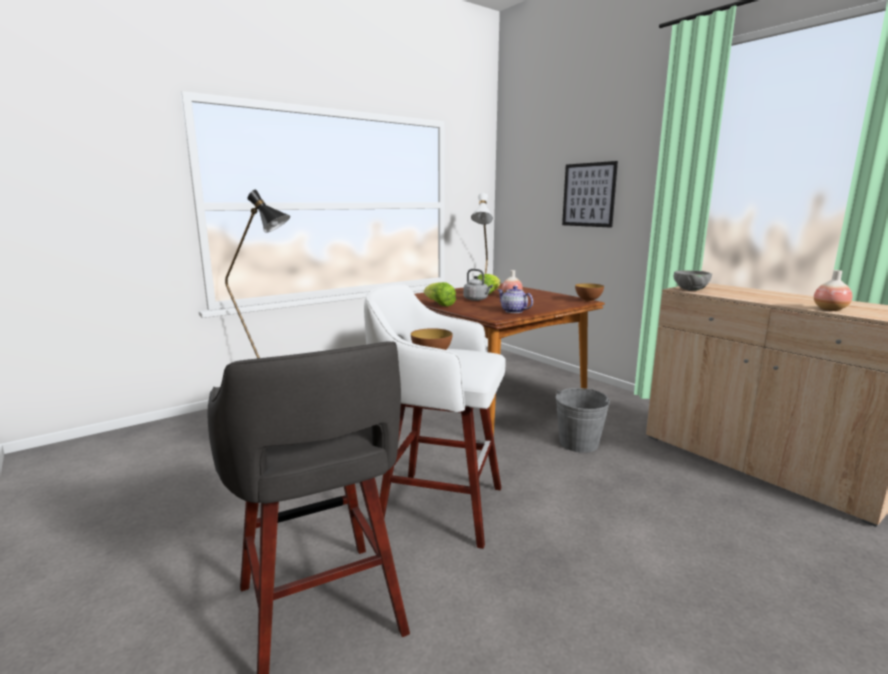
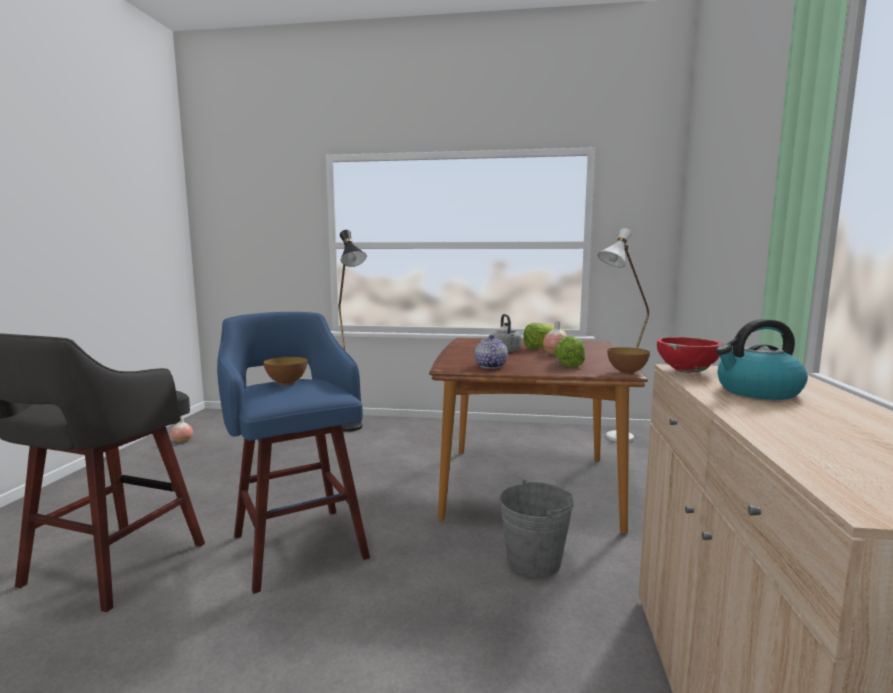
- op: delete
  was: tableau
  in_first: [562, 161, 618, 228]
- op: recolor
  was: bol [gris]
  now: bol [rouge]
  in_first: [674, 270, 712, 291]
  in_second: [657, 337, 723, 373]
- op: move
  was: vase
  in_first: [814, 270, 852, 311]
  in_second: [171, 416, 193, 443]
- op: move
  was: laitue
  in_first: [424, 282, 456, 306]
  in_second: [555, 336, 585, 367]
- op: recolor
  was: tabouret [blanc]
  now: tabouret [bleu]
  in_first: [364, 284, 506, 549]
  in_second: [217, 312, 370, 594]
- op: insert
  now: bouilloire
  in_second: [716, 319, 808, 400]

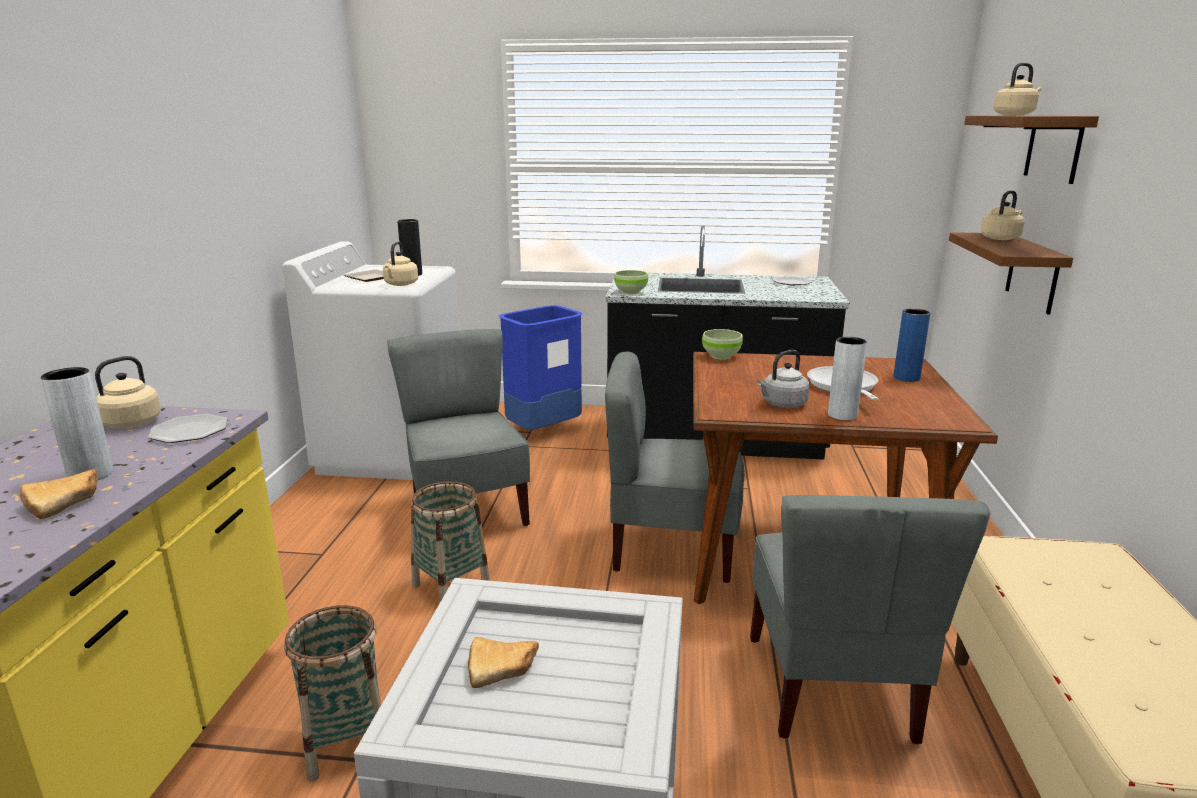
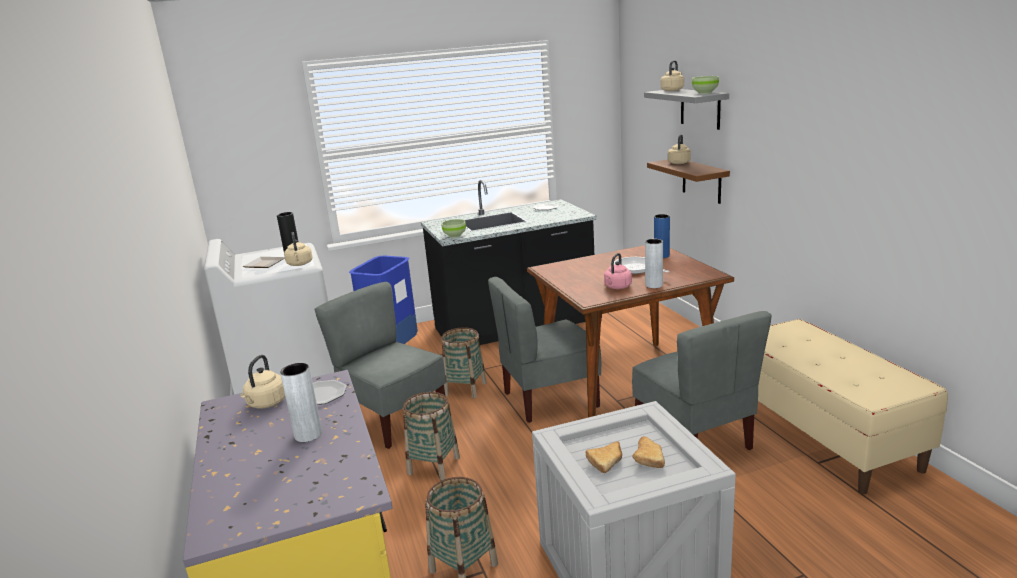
- op: recolor
  was: étagère [marron]
  now: étagère [gris]
  in_first: [964, 116, 1099, 184]
  in_second: [644, 89, 729, 130]
- op: move
  was: bol [vert]
  in_first: [702, 329, 743, 360]
  in_second: [692, 76, 719, 94]
- op: recolor
  was: bouilloire [gris]
  now: bouilloire [rose]
  in_first: [757, 350, 810, 408]
  in_second: [604, 253, 632, 289]
- op: move
  was: pain
  in_first: [20, 469, 98, 519]
  in_second: [633, 436, 665, 468]
- op: insert
  now: panier
  in_second: [441, 327, 487, 399]

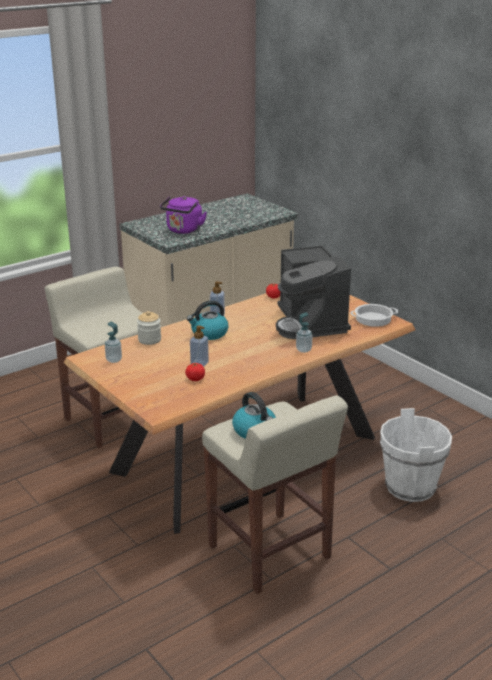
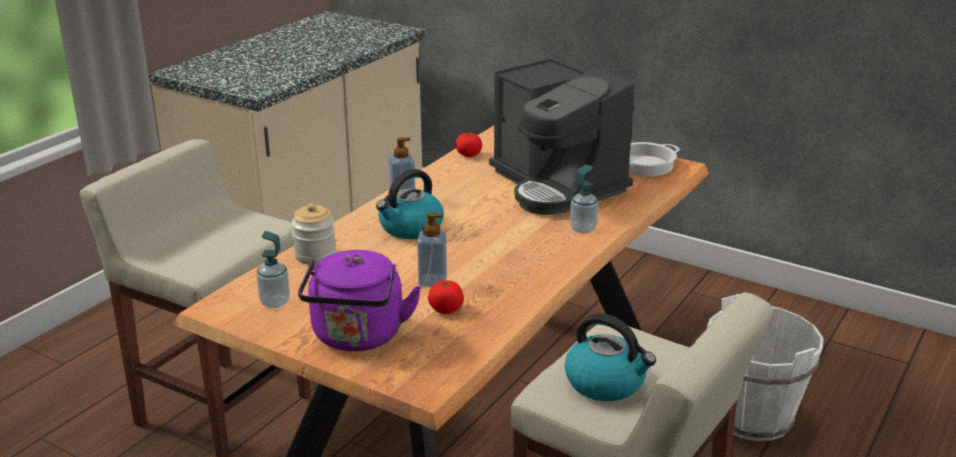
- op: move
  was: bouilloire [violet]
  in_first: [160, 196, 207, 234]
  in_second: [298, 250, 422, 351]

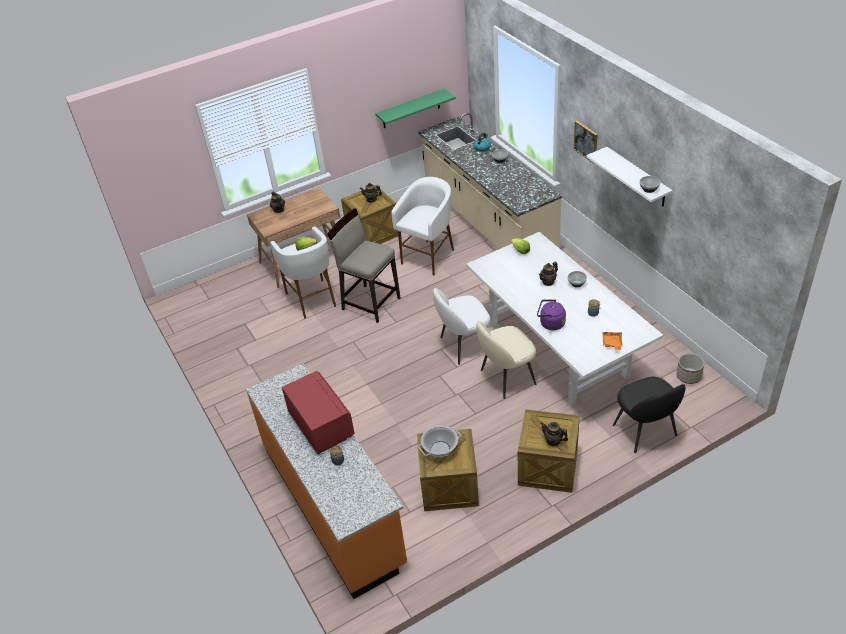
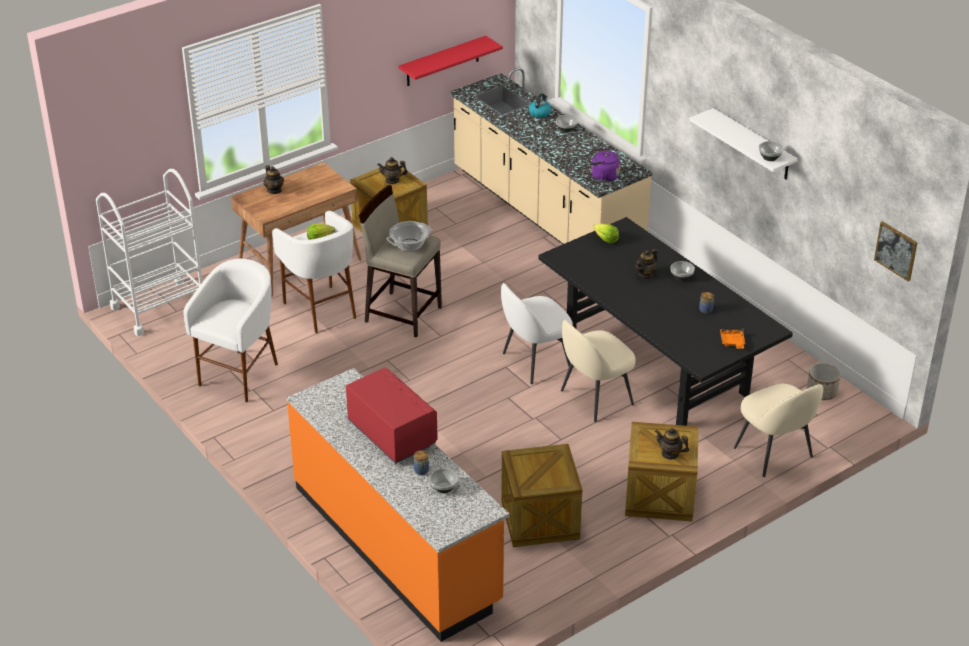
- op: recolor
  was: étagère [vert]
  now: étagère [rouge]
  in_first: [375, 89, 456, 128]
  in_second: [399, 36, 503, 86]
- op: move
  was: tableau
  in_first: [574, 121, 598, 163]
  in_second: [874, 221, 918, 281]
- op: move
  was: tabouret [blanc]
  in_first: [391, 177, 454, 276]
  in_second: [183, 259, 278, 402]
- op: recolor
  was: table à manger [blanc]
  now: table à manger [noir]
  in_first: [466, 232, 663, 408]
  in_second: [538, 217, 793, 426]
- op: move
  was: bouilloire [violet]
  in_first: [537, 300, 566, 330]
  in_second: [589, 148, 620, 182]
- op: recolor
  was: chaise [noir]
  now: chaise [beige]
  in_first: [613, 377, 685, 453]
  in_second: [734, 384, 823, 477]
- op: move
  was: marmite
  in_first: [418, 425, 461, 457]
  in_second: [387, 221, 432, 251]
- op: insert
  now: chariot [blanc]
  in_second: [96, 169, 202, 336]
- op: insert
  now: bol
  in_second: [429, 468, 458, 493]

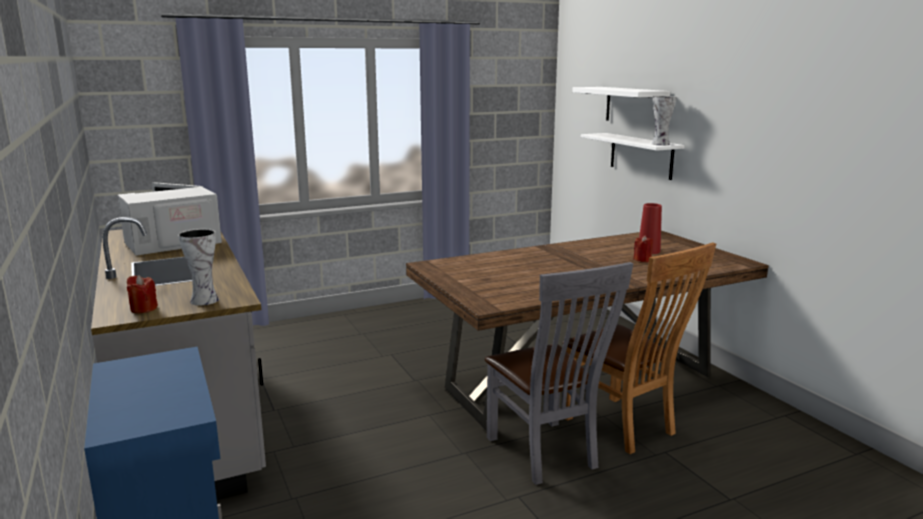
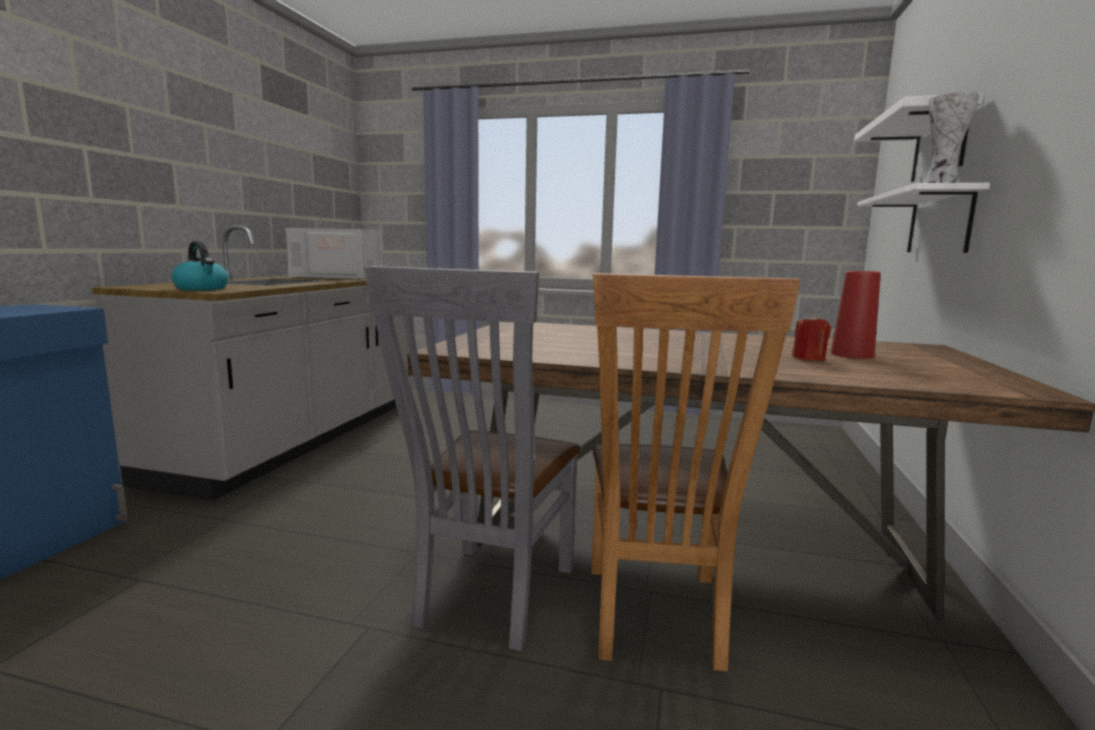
- op: replace
  was: vase
  now: bouilloire
  in_first: [178, 229, 219, 305]
  in_second: [171, 241, 229, 290]
- op: delete
  was: bougie [rouge]
  in_first: [127, 275, 158, 313]

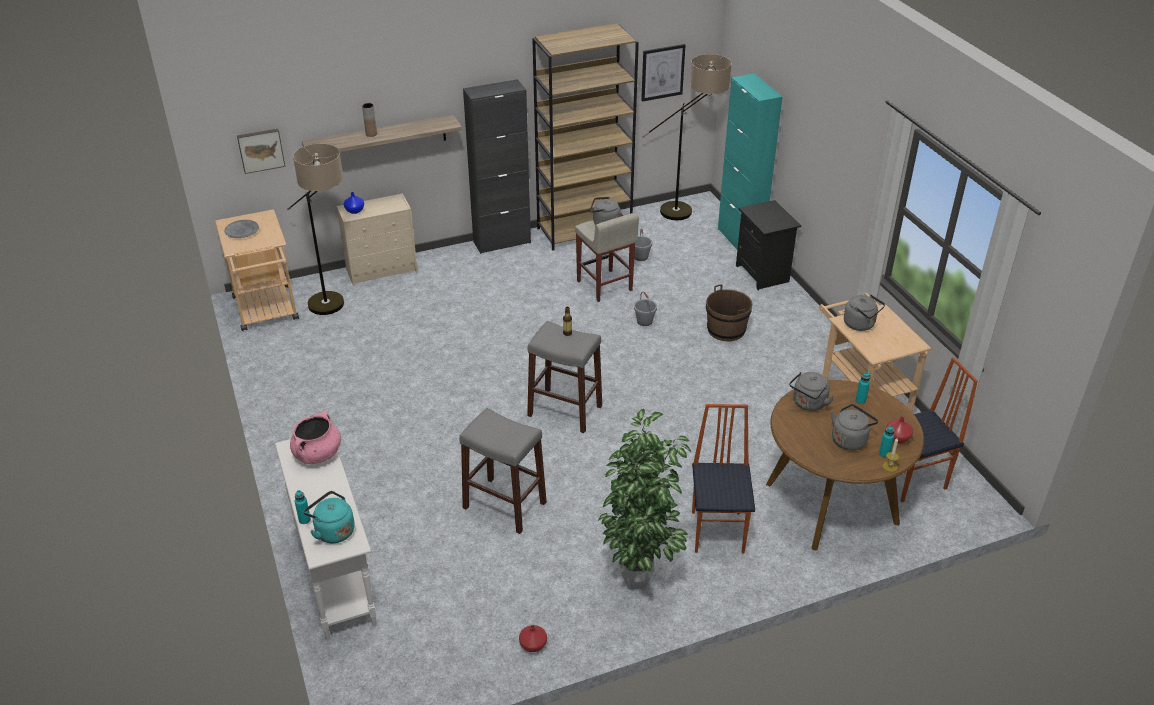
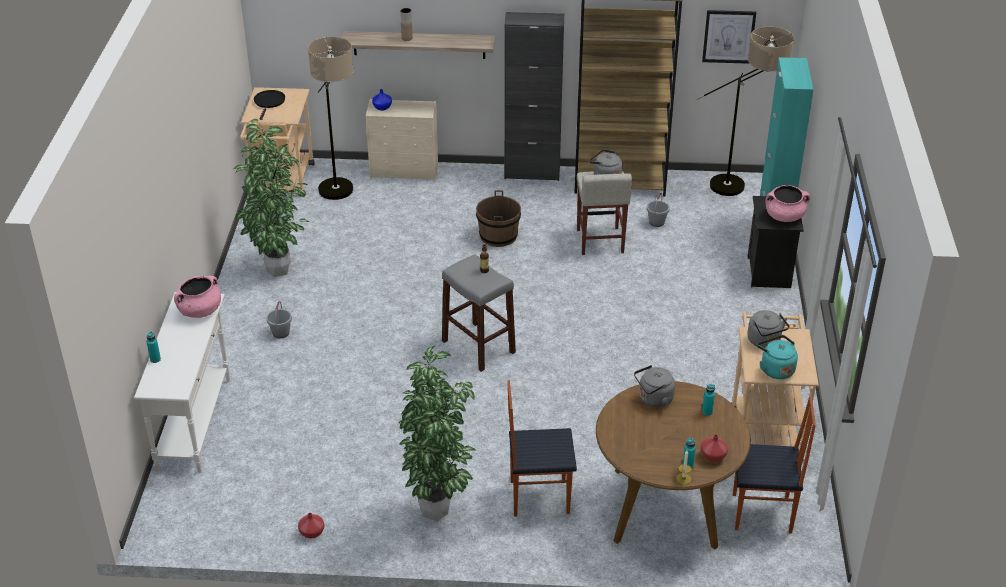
- op: delete
  was: tableau
  in_first: [237, 129, 285, 174]
- op: replace
  was: assiette [gris]
  now: poêle [noir]
  in_first: [225, 220, 259, 238]
  in_second: [254, 90, 285, 120]
- op: move
  was: seau [marron]
  in_first: [706, 284, 753, 341]
  in_second: [476, 190, 521, 247]
- op: move
  was: seau [gris]
  in_first: [634, 292, 657, 326]
  in_second: [266, 301, 292, 339]
- op: rotate
  was: chaise
  in_first: [692, 404, 755, 554]
  in_second: [507, 380, 577, 517]
  clockwise: -120
- op: delete
  was: bouilloire [gris]
  in_first: [831, 404, 878, 450]
- op: delete
  was: tabouret [gris]
  in_first: [459, 408, 547, 534]
- op: move
  was: bouilloire [turquoise]
  in_first: [304, 491, 355, 543]
  in_second: [757, 335, 798, 379]
- op: insert
  now: plante en pot
  in_second: [233, 119, 309, 277]
- op: insert
  now: marmite [rose]
  in_second: [766, 185, 810, 222]

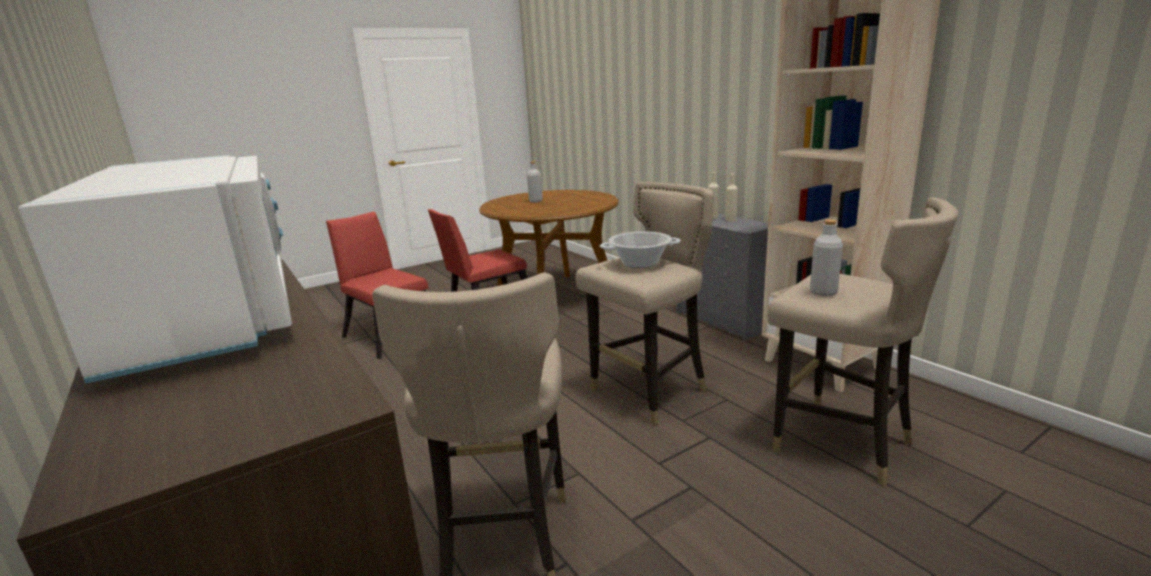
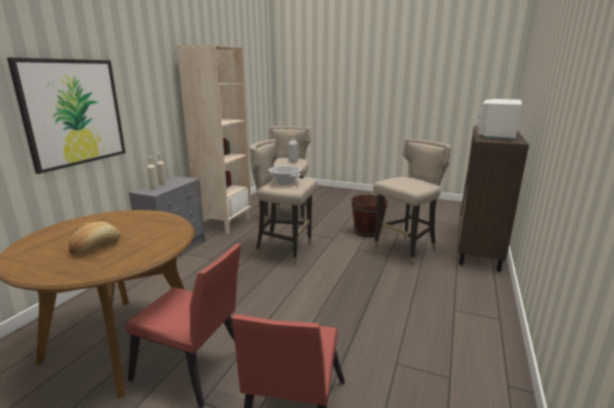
- op: replace
  was: bouteille [gris]
  now: pain
  in_first: [527, 161, 543, 203]
  in_second: [69, 222, 120, 256]
- op: insert
  now: tableau
  in_second: [7, 58, 126, 174]
- op: insert
  now: seau [marron]
  in_second: [351, 195, 388, 237]

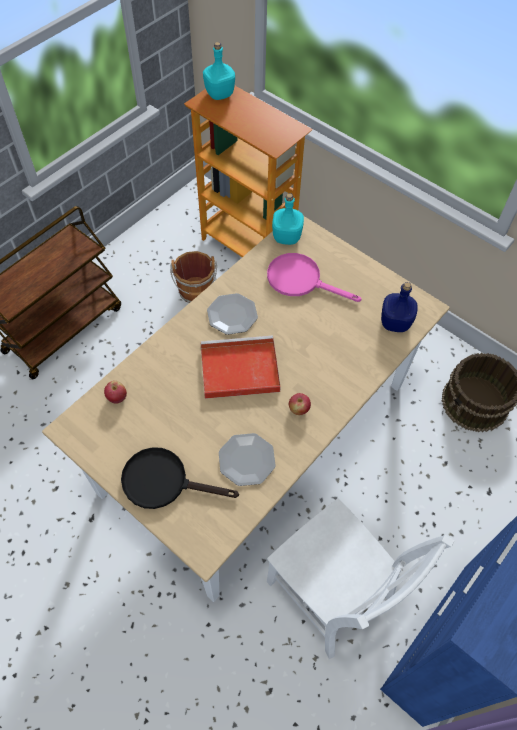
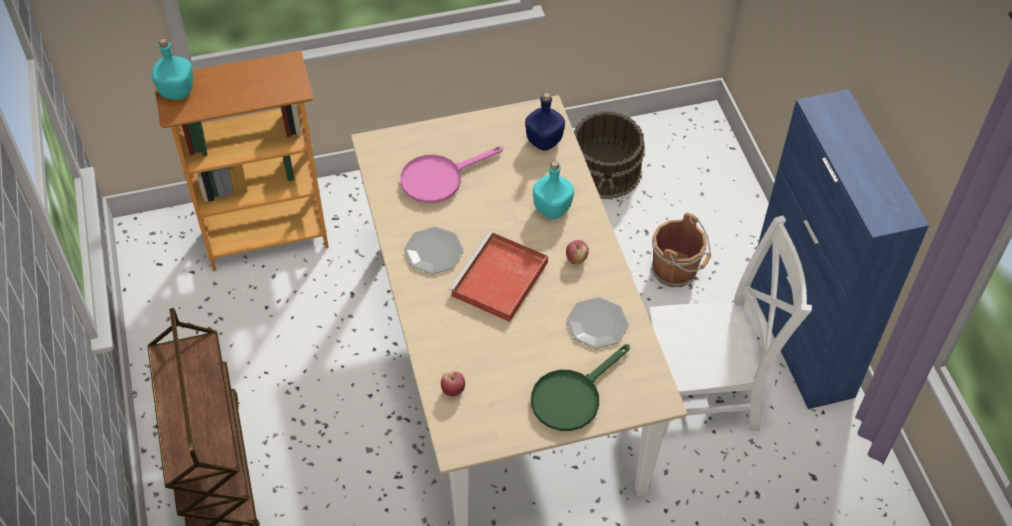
- op: move
  was: bouteille [turquoise]
  in_first: [272, 193, 304, 245]
  in_second: [533, 161, 574, 219]
- op: move
  was: seau [marron]
  in_first: [170, 251, 217, 303]
  in_second: [651, 213, 711, 287]
- op: recolor
  was: poêle [noir]
  now: poêle [vert]
  in_first: [121, 447, 239, 509]
  in_second: [531, 344, 630, 431]

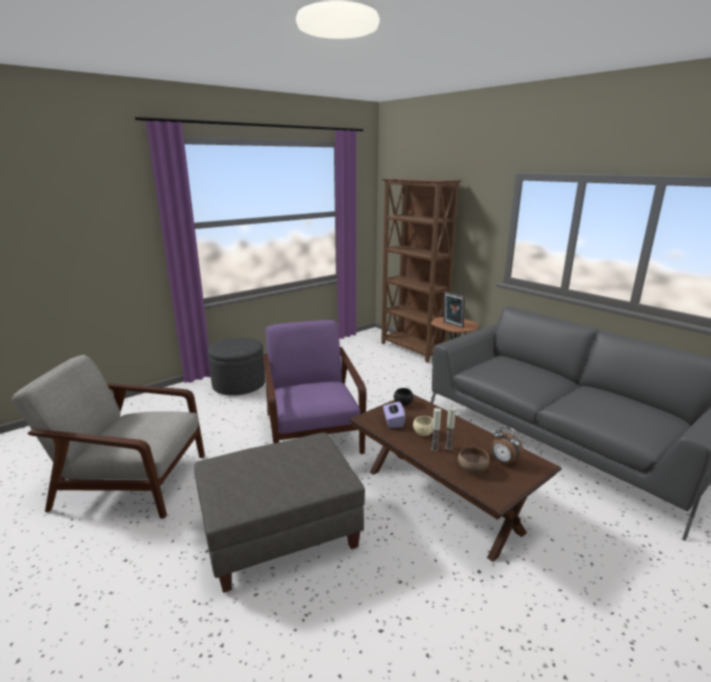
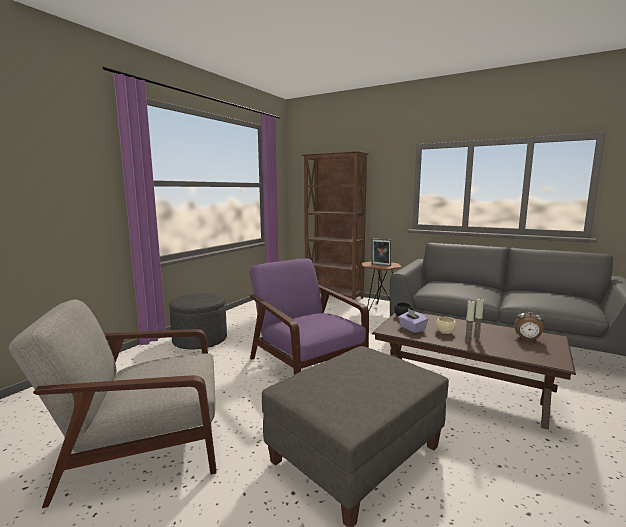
- op: delete
  was: bol [marron]
  in_first: [458, 447, 490, 473]

